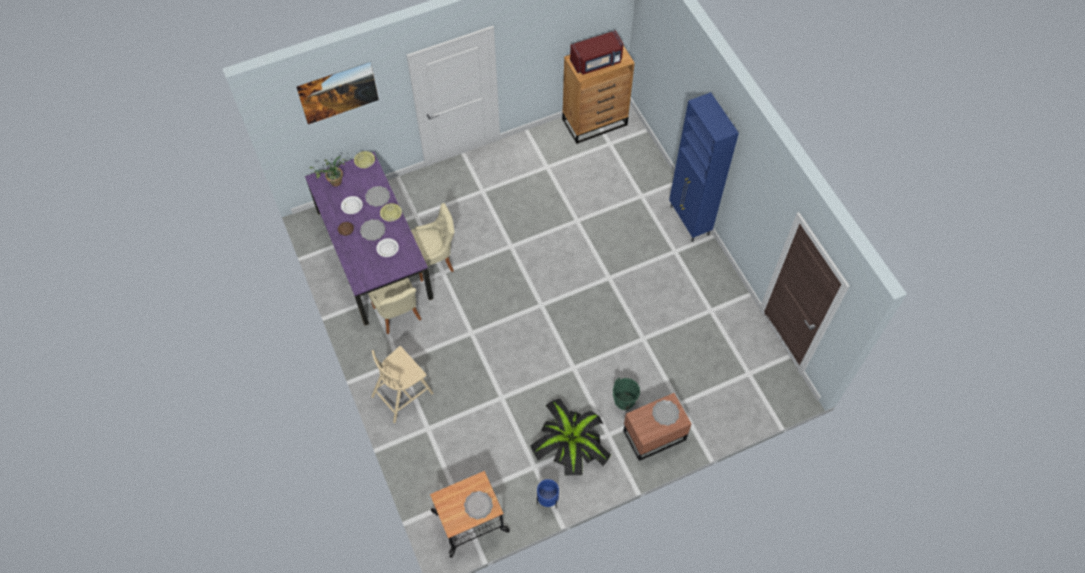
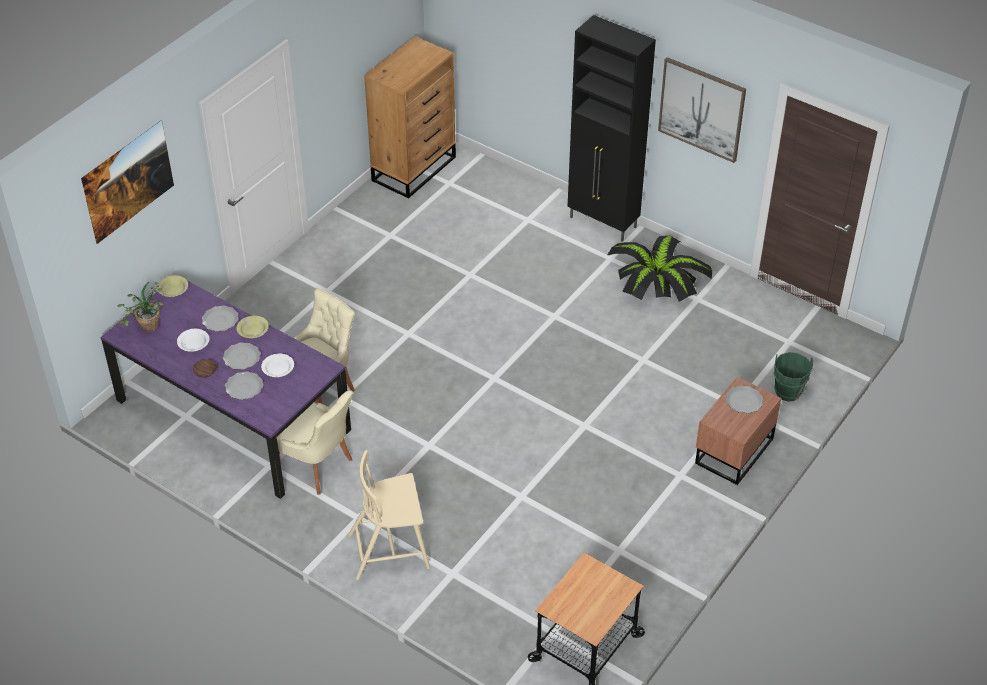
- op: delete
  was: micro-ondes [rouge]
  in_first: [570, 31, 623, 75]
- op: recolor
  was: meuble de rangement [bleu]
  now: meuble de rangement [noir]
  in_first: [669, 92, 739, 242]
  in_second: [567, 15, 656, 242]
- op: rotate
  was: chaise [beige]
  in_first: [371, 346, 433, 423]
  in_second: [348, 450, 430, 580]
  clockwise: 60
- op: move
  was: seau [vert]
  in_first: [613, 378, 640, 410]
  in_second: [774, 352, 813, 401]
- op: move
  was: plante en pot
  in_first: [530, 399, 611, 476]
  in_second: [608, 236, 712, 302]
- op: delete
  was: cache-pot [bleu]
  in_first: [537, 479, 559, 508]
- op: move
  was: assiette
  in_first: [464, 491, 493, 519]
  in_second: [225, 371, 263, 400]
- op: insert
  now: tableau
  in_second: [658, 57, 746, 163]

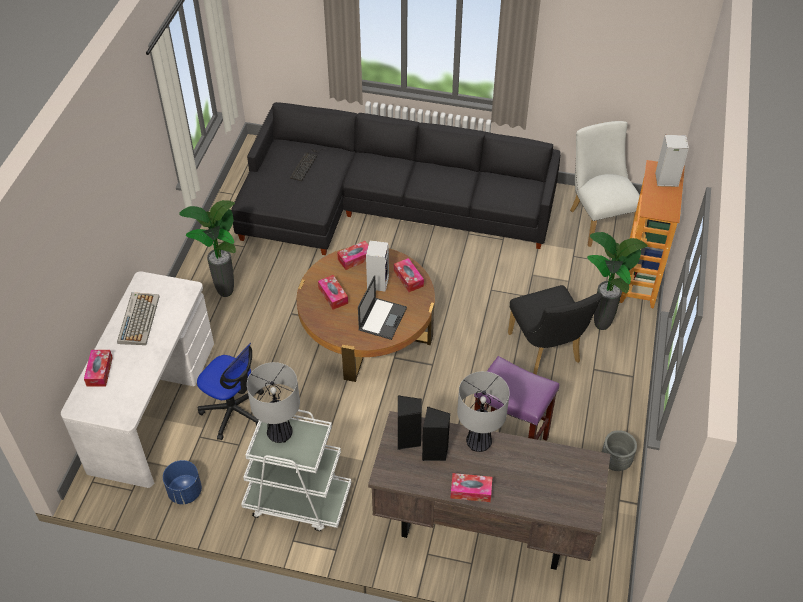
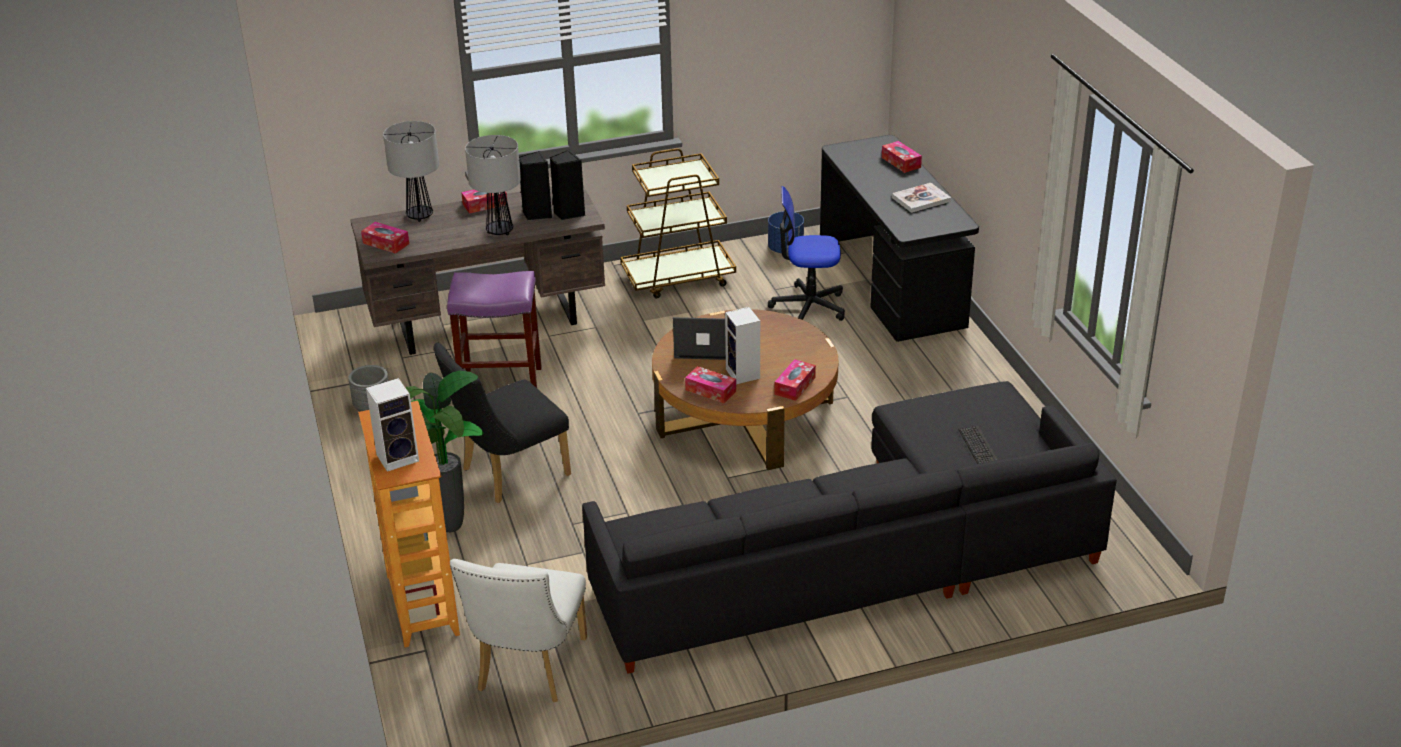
- op: rotate
  was: chaise [blanc]
  in_first: [570, 121, 640, 247]
  in_second: [450, 559, 587, 702]
  clockwise: 60
- op: delete
  was: plante en pot
  in_first: [179, 200, 236, 297]
- op: recolor
  was: bureau [blanc]
  now: bureau [noir]
  in_first: [61, 271, 214, 488]
  in_second: [820, 135, 979, 342]
- op: move
  was: boîte à mouchoirs
  in_first: [318, 275, 348, 310]
  in_second: [361, 222, 409, 254]
- op: rotate
  was: ordinateur portable
  in_first: [358, 275, 407, 340]
  in_second: [673, 317, 726, 360]
  clockwise: 105
- op: rotate
  was: chaise [noir]
  in_first: [508, 285, 603, 375]
  in_second: [433, 342, 571, 503]
  clockwise: -75
- op: replace
  was: clavier
  now: livre
  in_first: [117, 292, 160, 345]
  in_second: [892, 183, 951, 213]
- op: move
  was: lampe de table
  in_first: [247, 362, 300, 443]
  in_second: [383, 121, 439, 222]
- op: recolor
  was: chariot [blanc]
  now: chariot [marron]
  in_first: [241, 409, 351, 531]
  in_second: [620, 148, 736, 298]

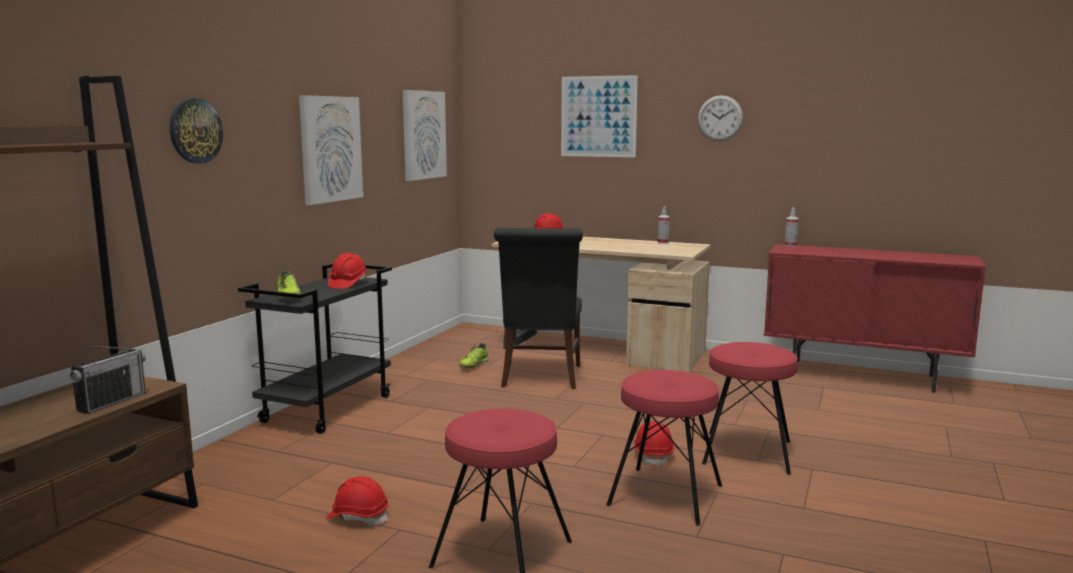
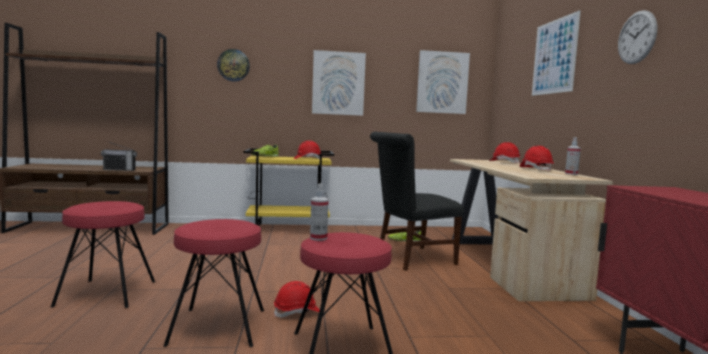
- op: move
  was: vaporisateur
  in_first: [784, 208, 799, 247]
  in_second: [310, 184, 329, 241]
- op: recolor
  was: chariot [noir]
  now: chariot [jaune]
  in_first: [238, 263, 392, 434]
  in_second: [244, 148, 334, 225]
- op: move
  was: casque de chantier [rouge]
  in_first: [326, 476, 389, 525]
  in_second: [520, 146, 554, 172]

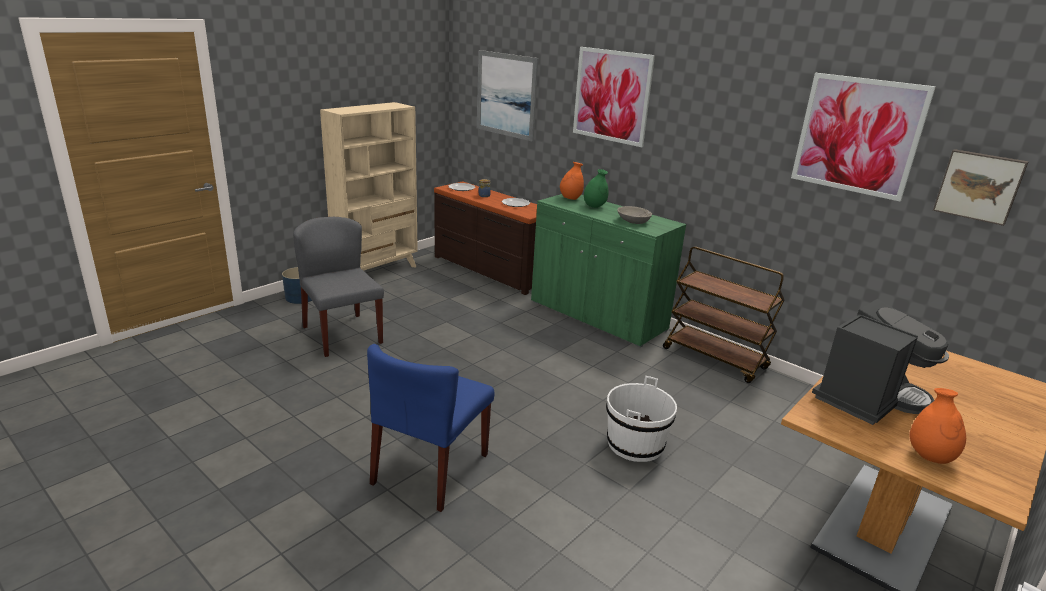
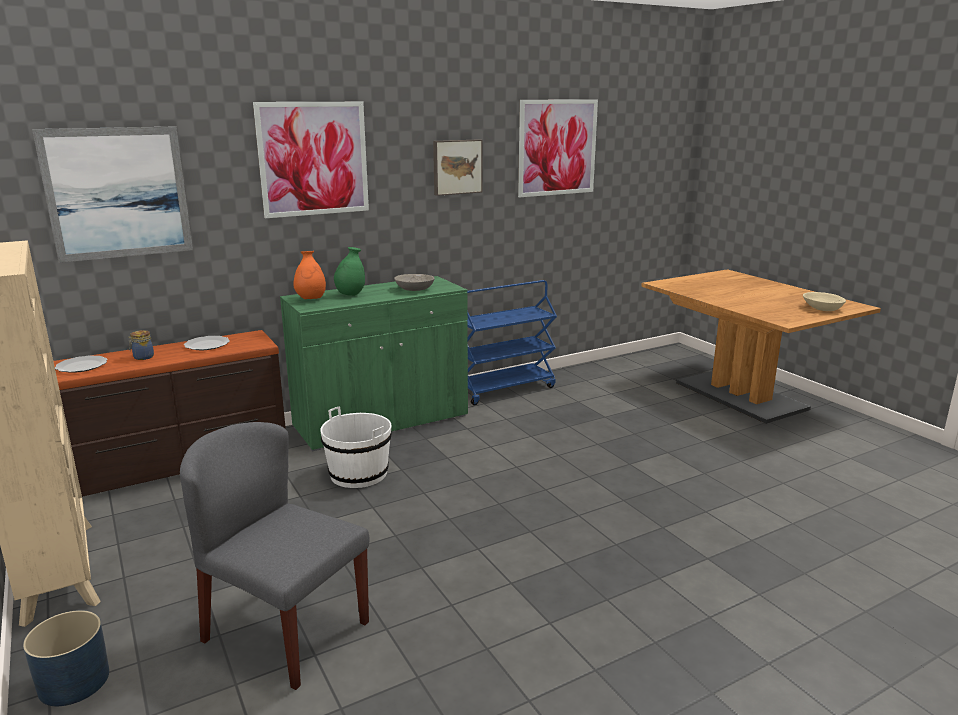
- op: move
  was: tableau
  in_first: [933, 149, 1029, 226]
  in_second: [433, 139, 483, 196]
- op: rotate
  was: chaise [gris]
  in_first: [293, 217, 384, 357]
  in_second: [180, 422, 370, 690]
  clockwise: 45
- op: recolor
  was: chariot [marron]
  now: chariot [bleu]
  in_first: [663, 246, 785, 383]
  in_second: [467, 280, 557, 405]
- op: delete
  was: machine à café
  in_first: [812, 299, 949, 425]
- op: delete
  was: chaise [bleu]
  in_first: [367, 344, 494, 512]
- op: move
  was: seau [blanc]
  in_first: [606, 376, 677, 462]
  in_second: [320, 406, 392, 488]
- op: replace
  was: vase [orange]
  now: bol [beige]
  in_first: [909, 388, 966, 464]
  in_second: [803, 292, 846, 311]

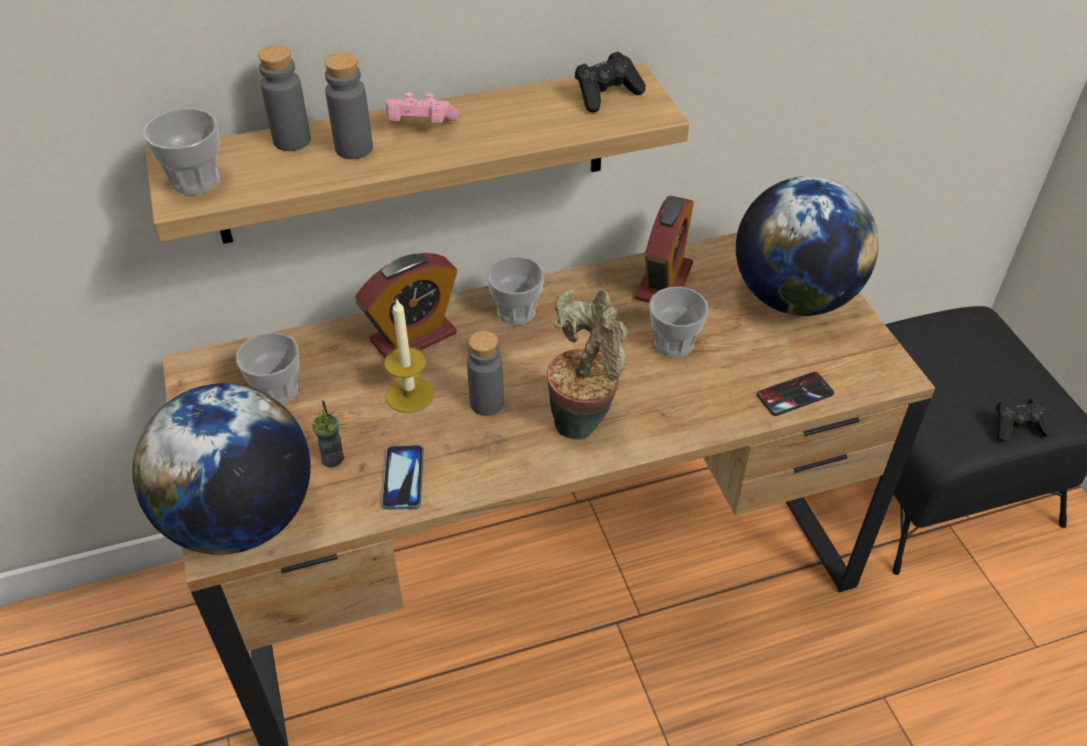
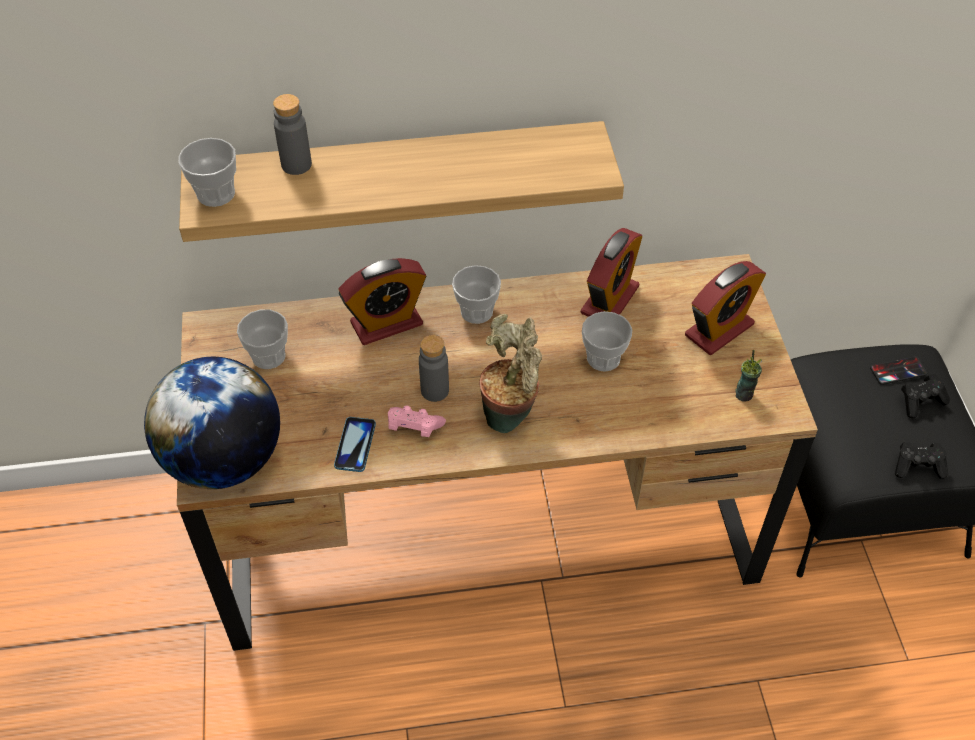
- op: move
  was: manette [noir]
  in_first: [575, 52, 646, 113]
  in_second: [901, 374, 950, 418]
- op: delete
  was: bouteille [gris]
  in_first: [324, 53, 373, 159]
- op: move
  was: manette [rose]
  in_first: [385, 92, 459, 123]
  in_second: [388, 405, 446, 437]
- op: replace
  was: globe
  now: réveil
  in_first: [736, 176, 879, 316]
  in_second: [685, 261, 766, 355]
- op: delete
  was: bougie
  in_first: [384, 299, 434, 413]
- op: move
  was: téléphone
  in_first: [757, 372, 834, 416]
  in_second: [870, 356, 927, 385]
- op: move
  was: tasse
  in_first: [309, 400, 344, 468]
  in_second: [735, 350, 762, 402]

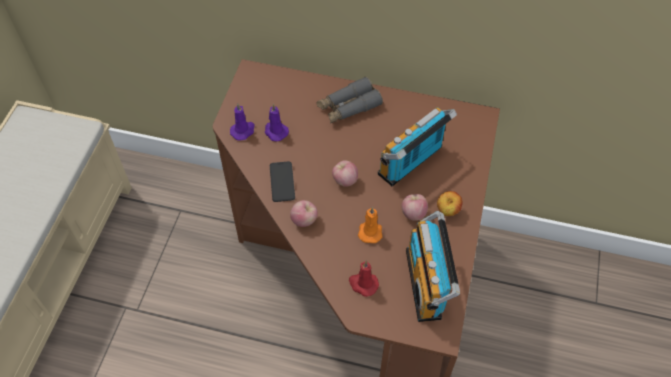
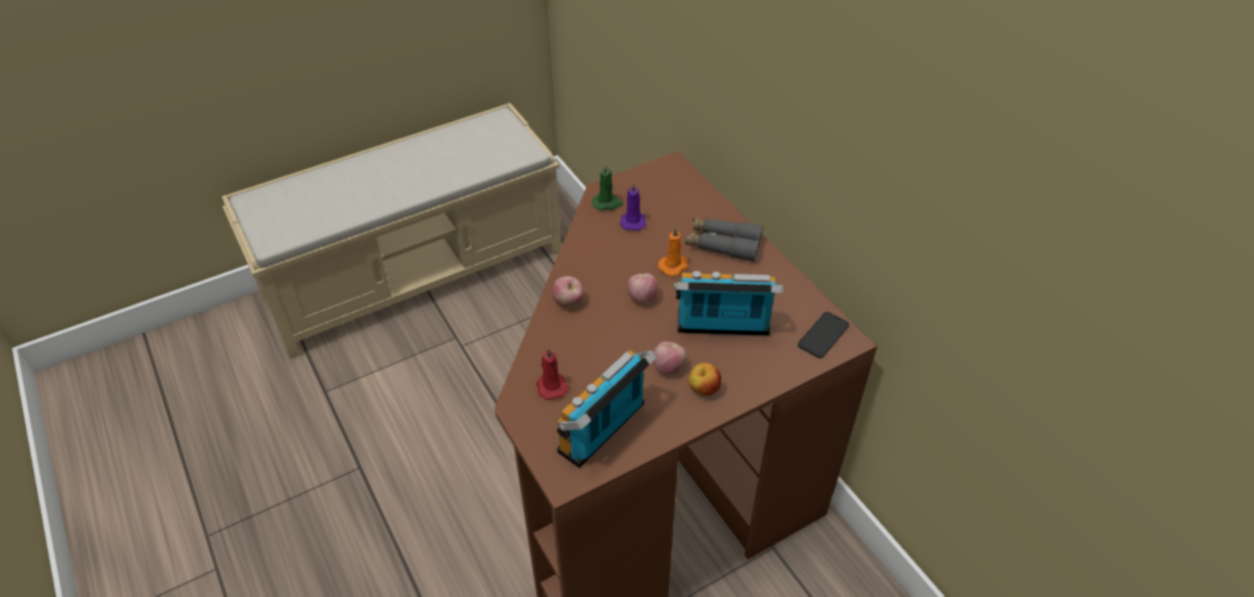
- op: recolor
  was: bougie [violet]
  now: bougie [vert]
  in_first: [230, 103, 255, 141]
  in_second: [592, 164, 623, 210]
- op: move
  was: téléphone
  in_first: [270, 161, 295, 202]
  in_second: [798, 312, 849, 358]
- op: move
  was: bougie [orange]
  in_first: [358, 207, 382, 243]
  in_second: [658, 226, 688, 276]

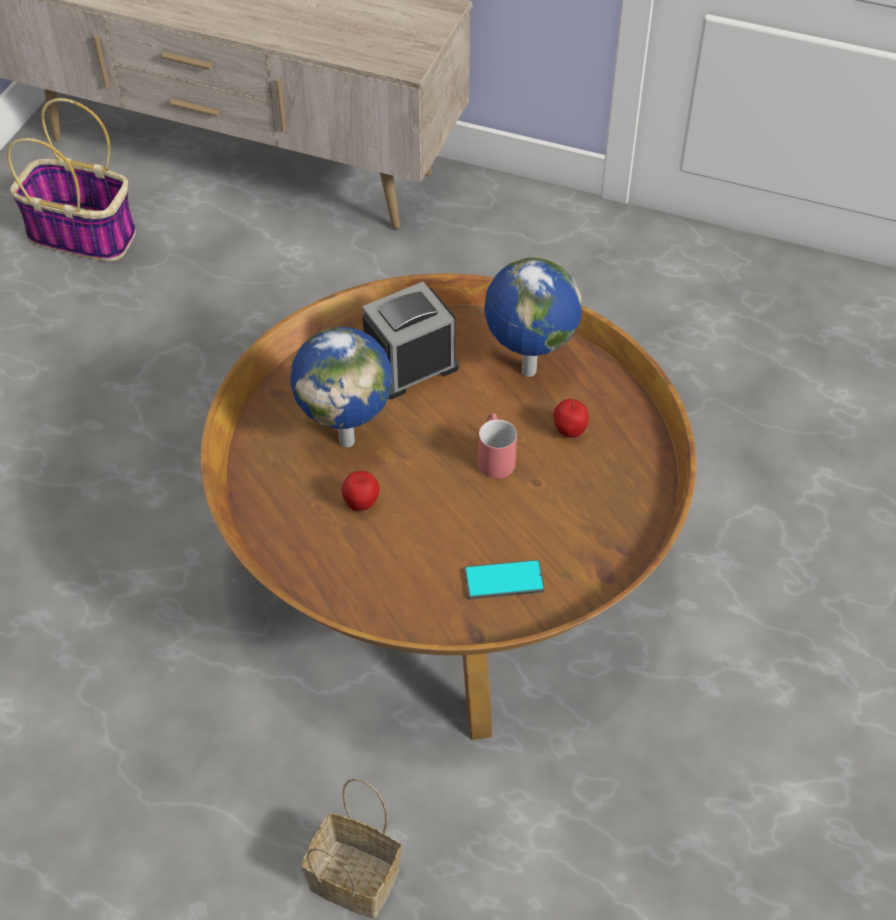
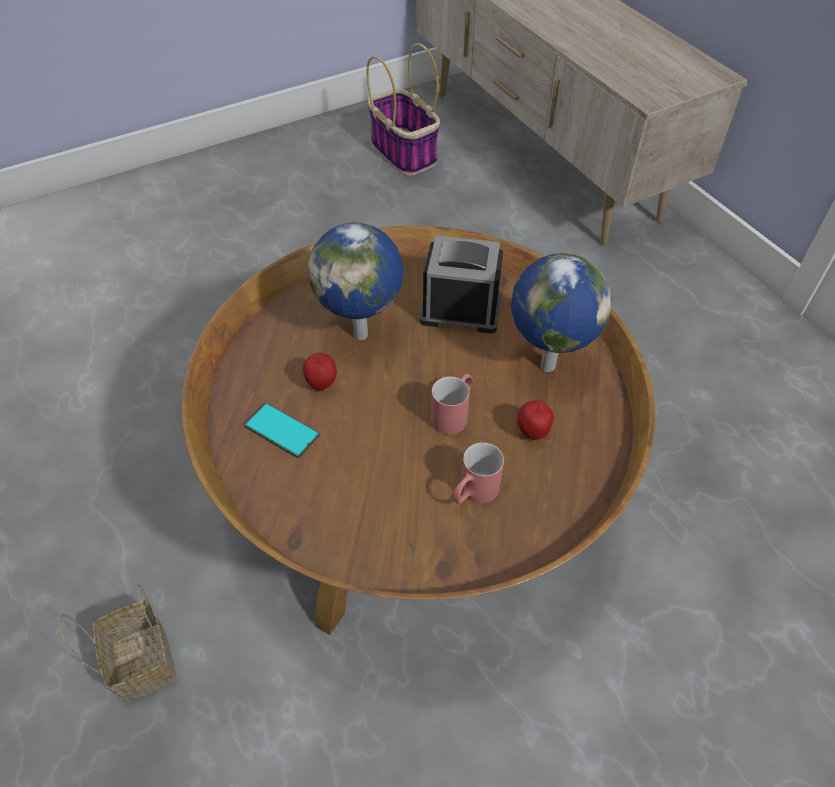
- op: move
  was: téléphone
  in_first: [464, 560, 545, 599]
  in_second: [244, 402, 320, 458]
- op: insert
  now: mug [rouge]
  in_second: [451, 442, 504, 504]

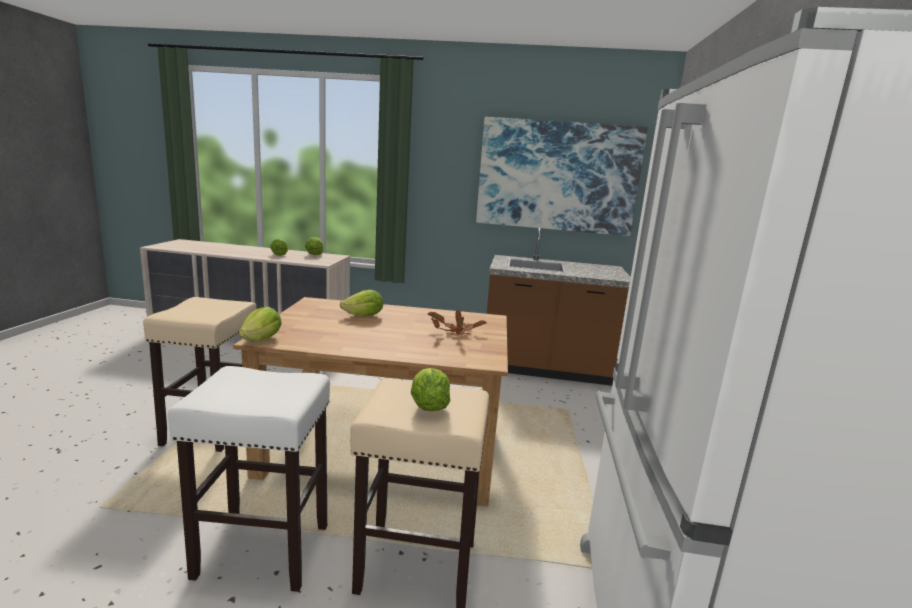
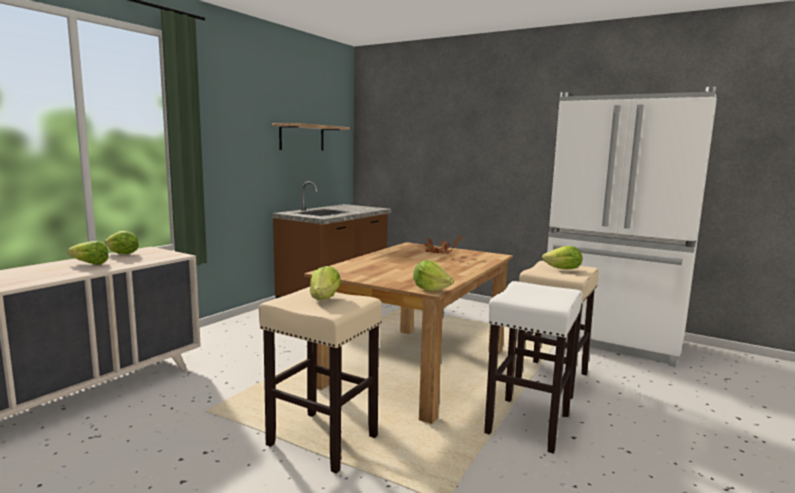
- op: replace
  was: tableau
  now: étagère
  in_first: [476, 117, 648, 236]
  in_second: [272, 123, 350, 151]
- op: move
  was: laitue
  in_first: [340, 290, 383, 316]
  in_second: [310, 266, 341, 300]

